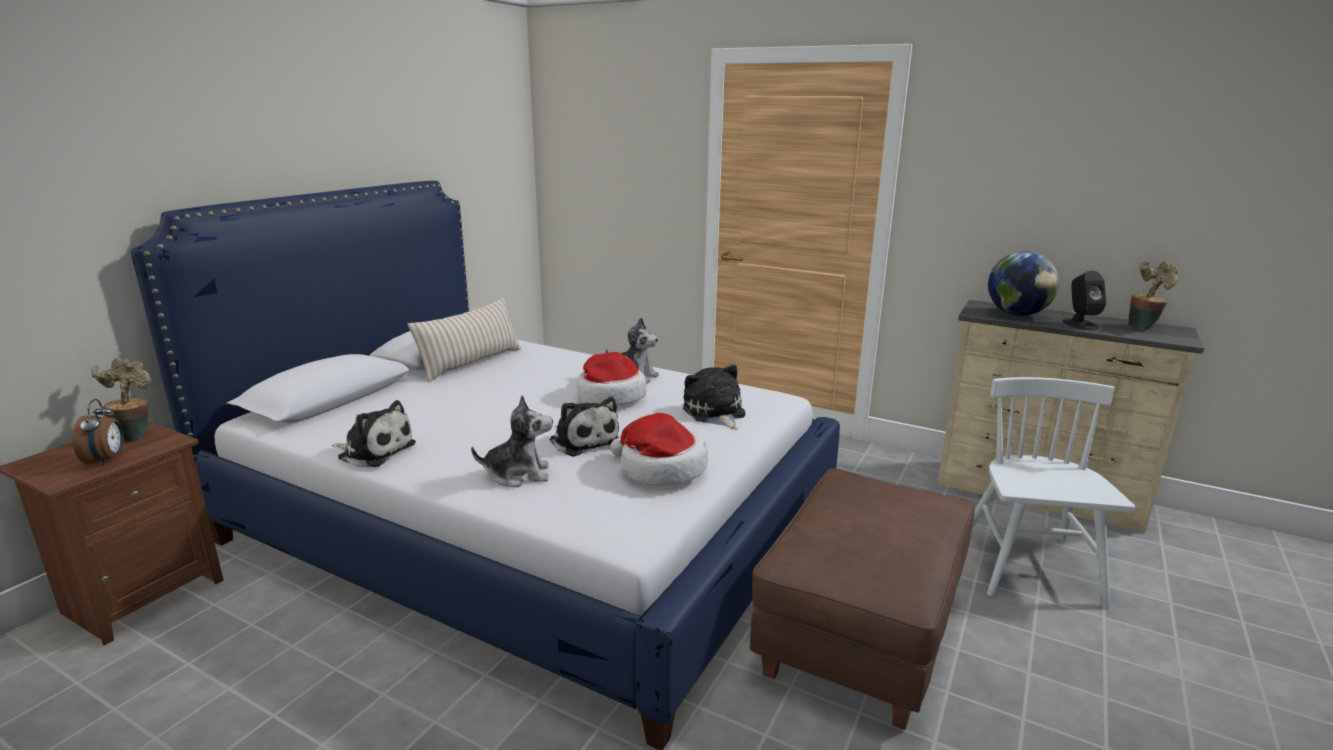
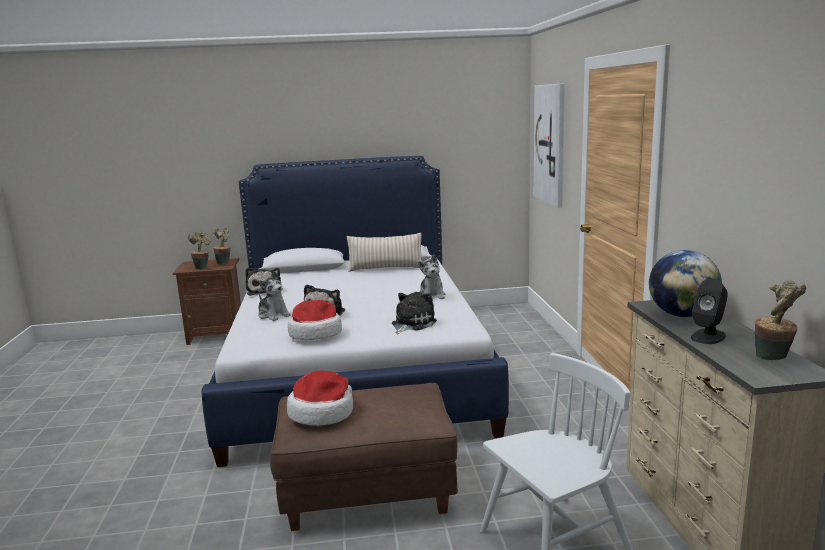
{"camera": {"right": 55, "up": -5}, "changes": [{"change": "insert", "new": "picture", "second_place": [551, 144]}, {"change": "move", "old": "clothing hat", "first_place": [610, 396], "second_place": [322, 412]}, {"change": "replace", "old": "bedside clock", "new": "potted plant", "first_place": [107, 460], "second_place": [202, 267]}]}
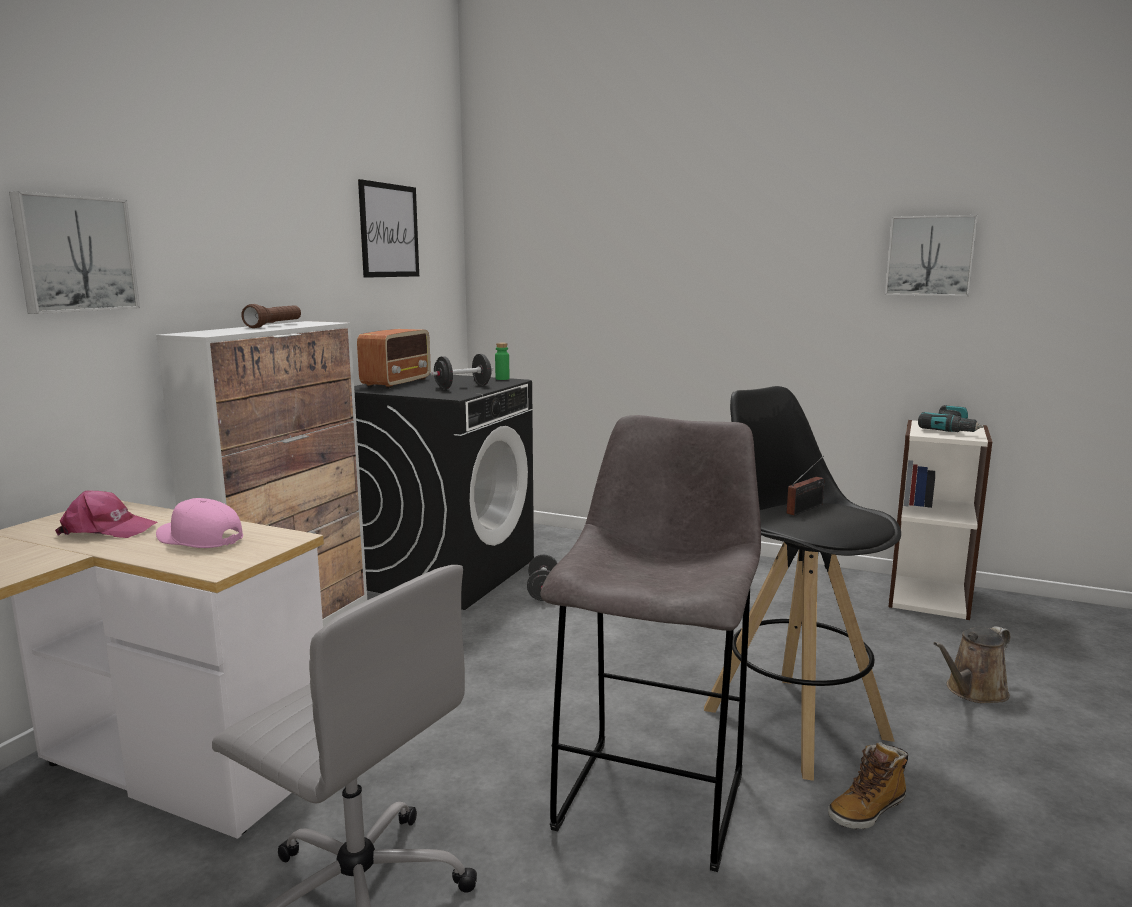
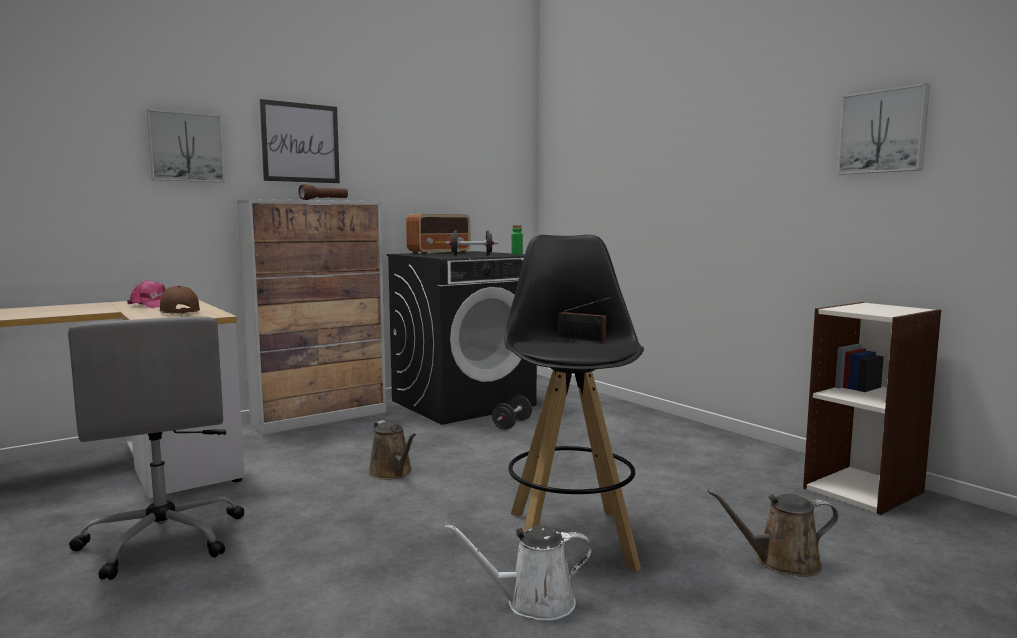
{"camera": {"right": 30, "up": -5}, "changes": [{"change": "delete", "old": "gray stool", "first_place": [653, 797]}, {"change": "delete", "old": "drill", "first_place": [952, 429]}, {"change": "insert", "new": "brown-coloured sprinkling can", "second_place": [392, 473]}, {"change": "move", "old": "picture", "first_place": [389, 230], "second_place": [300, 143]}, {"change": "replace", "old": "high-top boot", "new": "white sprinkling can", "first_place": [867, 810], "second_place": [533, 603]}, {"change": "recolor", "old": "pink baseball cap", "new": "brown-coloured baseball cap", "first_place": [199, 538], "second_place": [179, 311]}, {"change": "rotate", "old": "radio set", "first_place": [807, 508], "second_place": [583, 339], "degrees": 45}]}
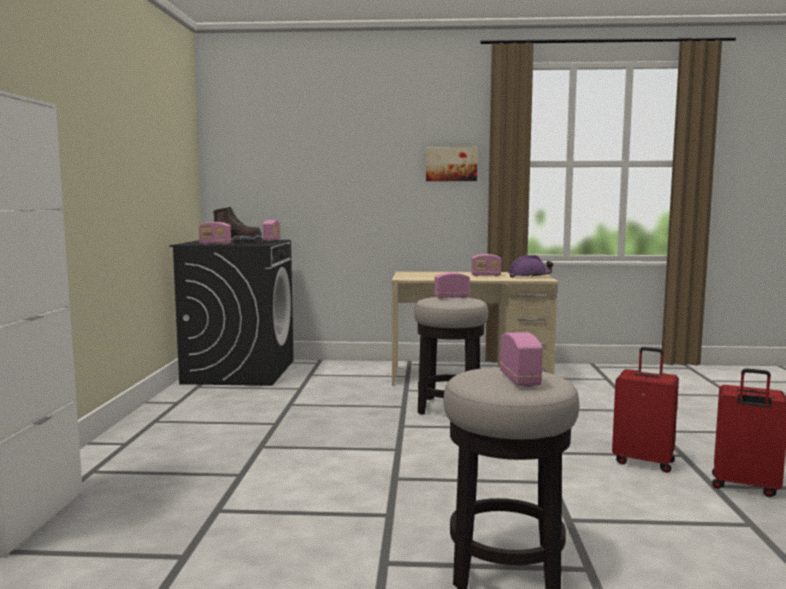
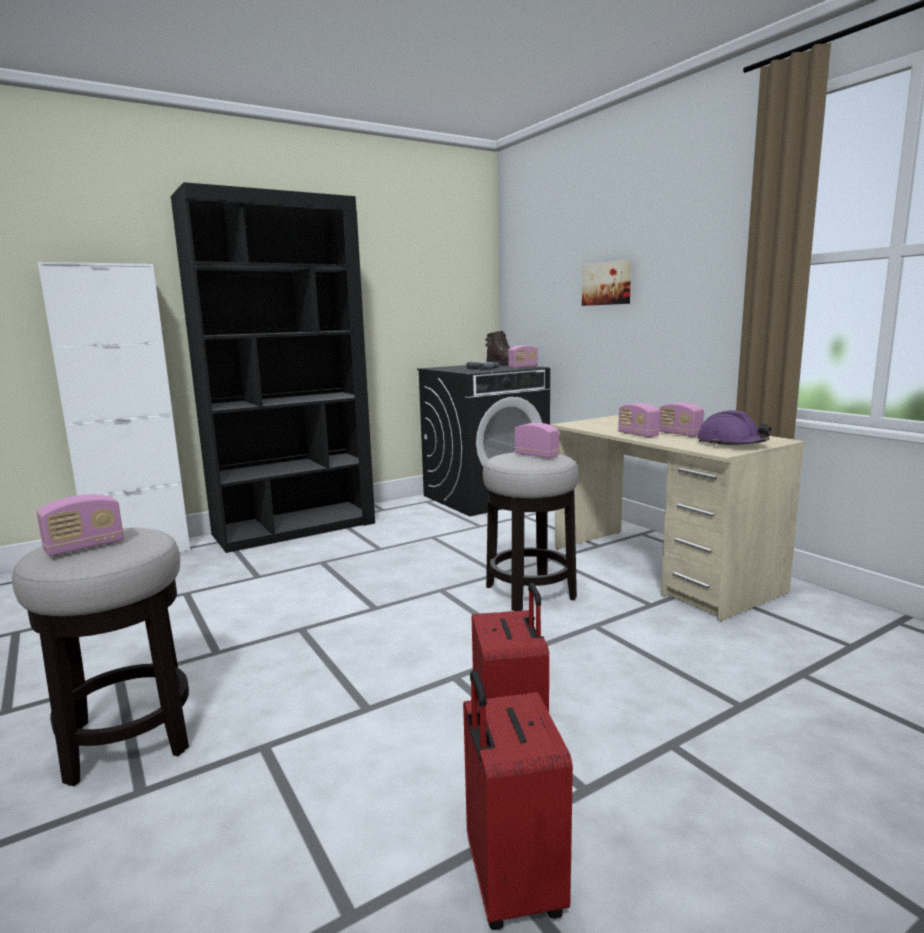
{"camera": {"right": 55, "up": 5}, "changes": [{"change": "insert", "new": "black-coloured shelving unit", "second_place": [295, 528]}, {"change": "move", "old": "radio set", "first_place": [215, 244], "second_place": [638, 435]}, {"change": "move", "old": "picture", "first_place": [451, 164], "second_place": [607, 283]}]}
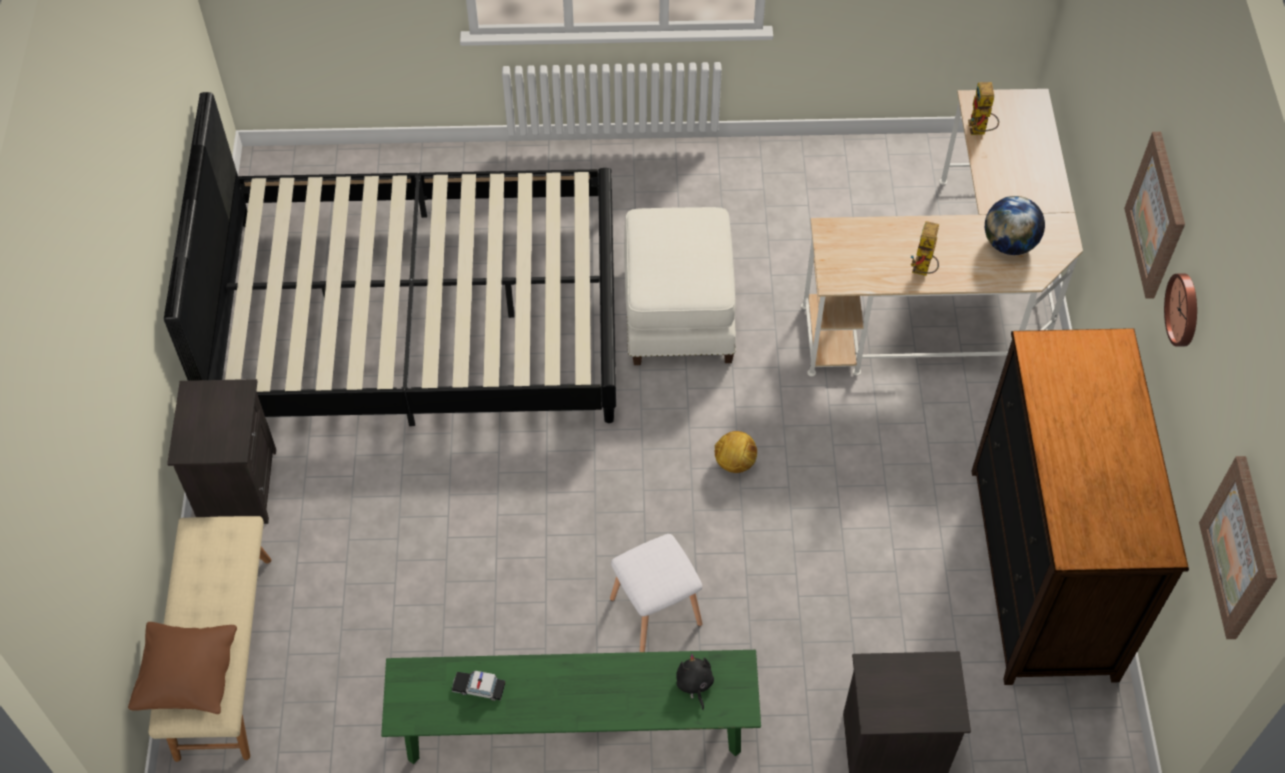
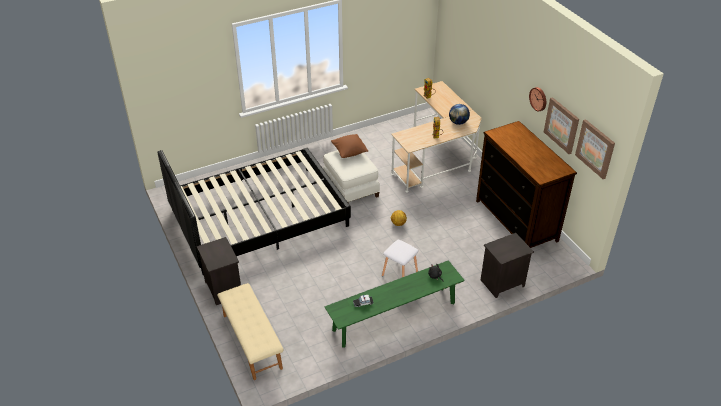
{"camera": {"right": -25, "up": -15}, "changes": [{"change": "move", "old": "brown-coloured throw pillow", "first_place": [189, 678], "second_place": [349, 152]}, {"change": "move", "old": "picture", "first_place": [1157, 215], "second_place": [562, 125]}]}
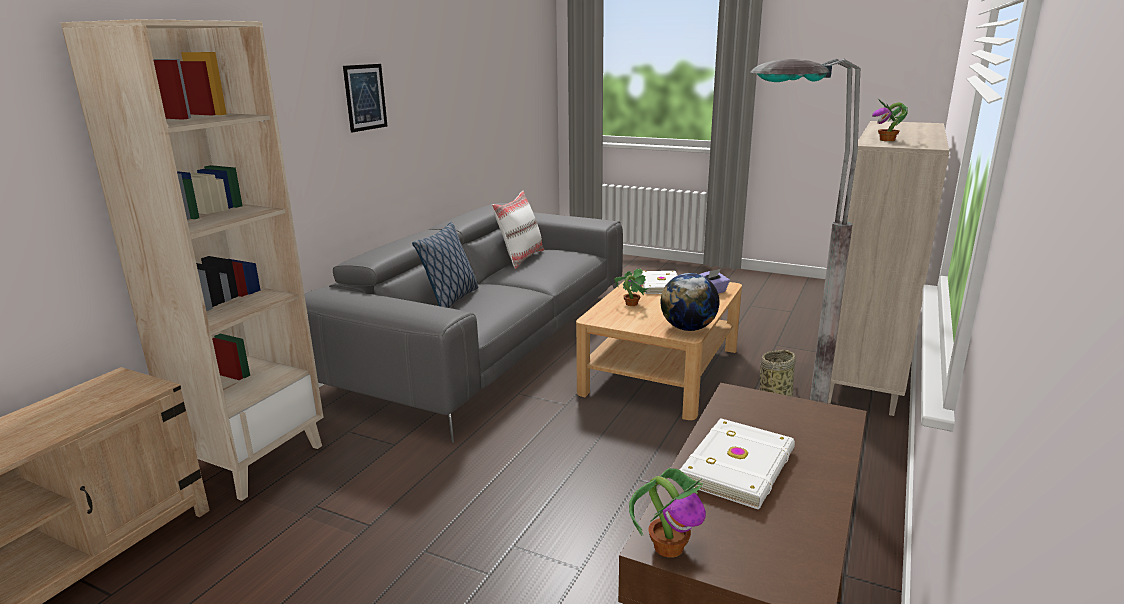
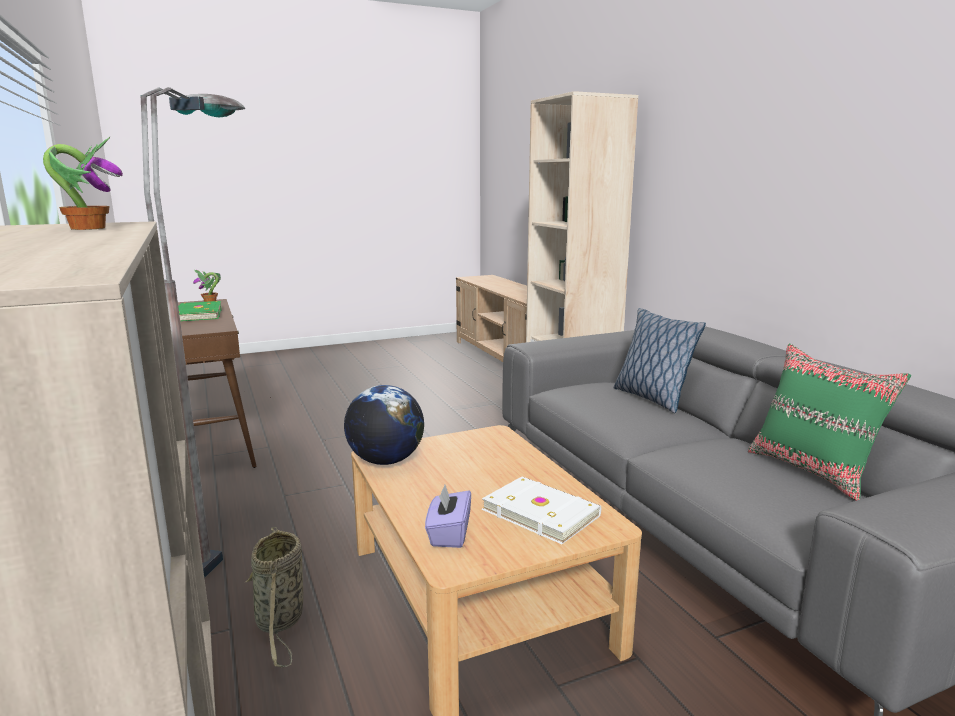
{"camera": {"right": 130, "up": -5}, "changes": [{"change": "delete", "old": "picture", "first_place": [365, 97]}, {"change": "delete", "old": "potted plant", "first_place": [631, 304]}, {"change": "recolor", "old": "white throw pillow", "new": "green throw pillow", "first_place": [520, 258], "second_place": [812, 471]}, {"change": "recolor", "old": "white bound book", "new": "green bound book", "first_place": [740, 467], "second_place": [197, 315]}]}
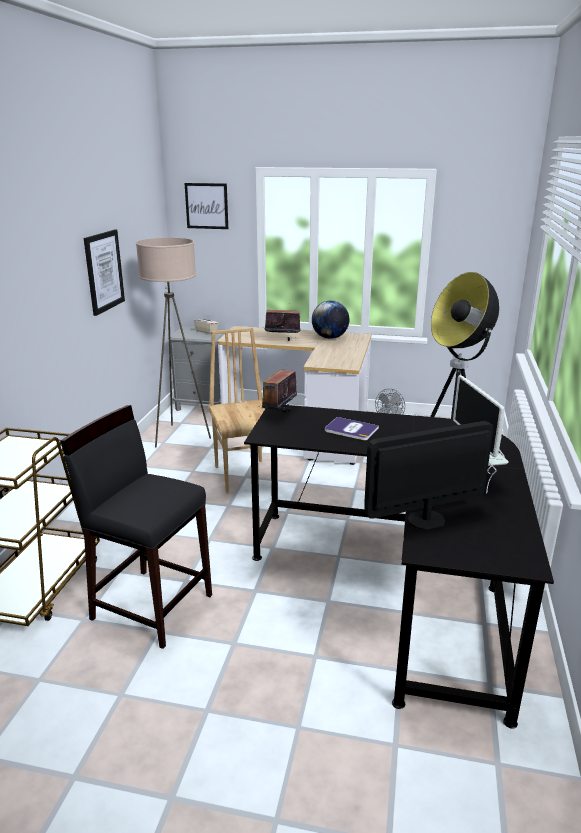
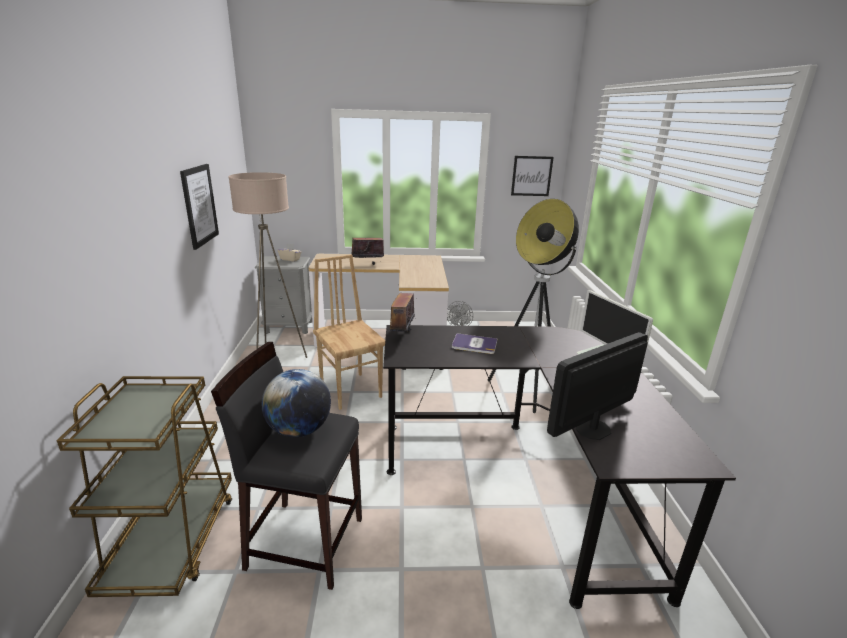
{"camera": {"right": -15, "up": 0}, "changes": [{"change": "move", "old": "picture", "first_place": [206, 206], "second_place": [531, 176]}, {"change": "move", "old": "globe", "first_place": [330, 338], "second_place": [299, 430]}]}
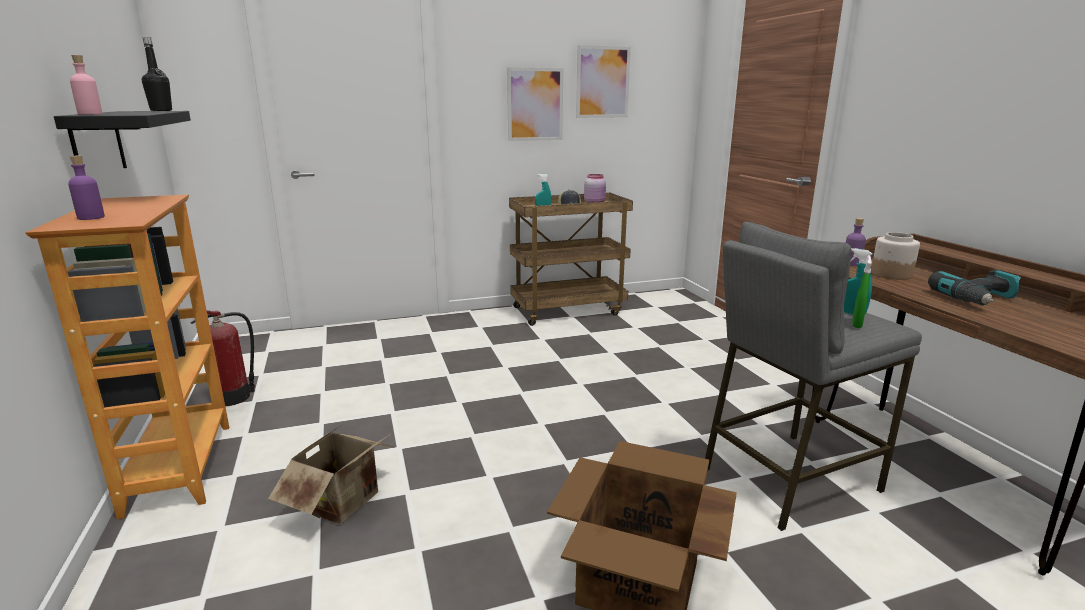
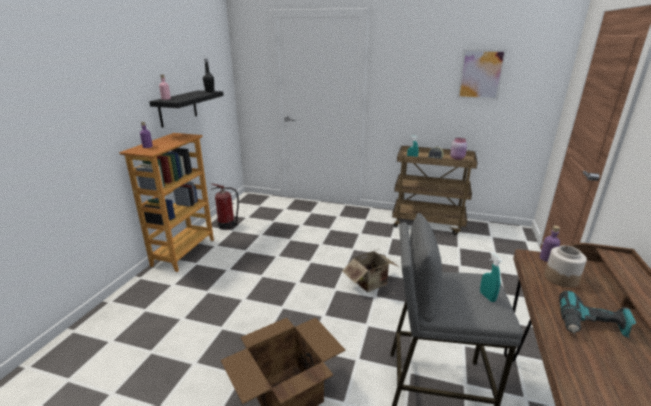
{"camera": {"right": 35, "up": 5}, "changes": [{"change": "delete", "old": "picture", "first_place": [535, 104]}, {"change": "delete", "old": "green hand sprayer", "first_place": [856, 324]}, {"change": "move", "old": "carton", "first_place": [346, 503], "second_place": [372, 284]}]}
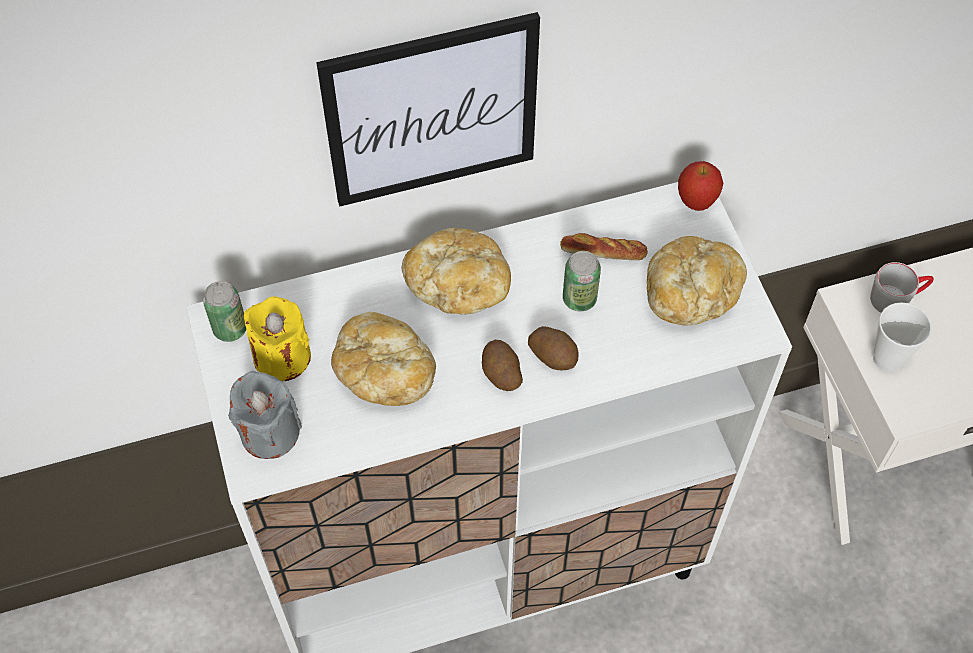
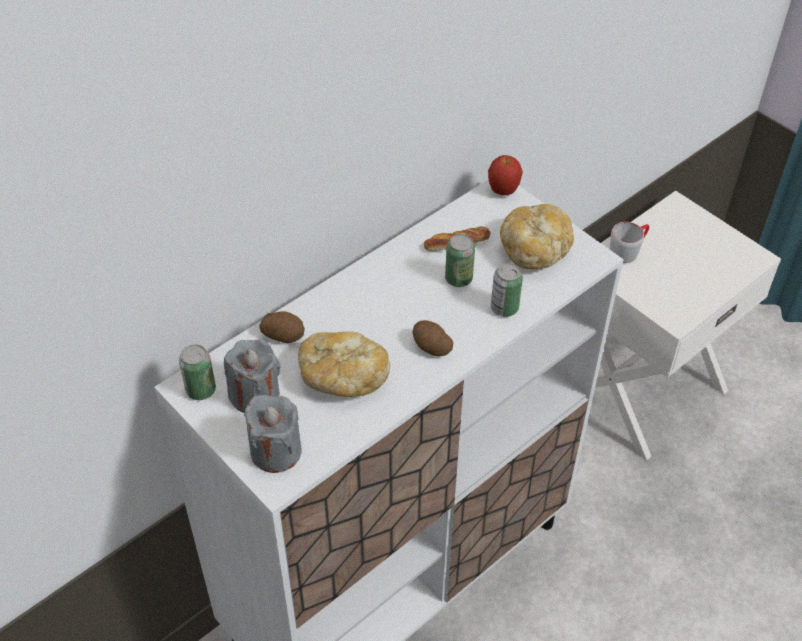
{"camera": {"right": -25, "up": -10}, "changes": [{"change": "delete", "old": "picture", "first_place": [432, 111]}, {"change": "delete", "old": "bread", "first_place": [458, 285]}, {"change": "delete", "old": "cup", "first_place": [887, 359]}, {"change": "insert", "new": "metal can", "second_place": [504, 308]}, {"change": "move", "old": "potato", "first_place": [553, 355], "second_place": [283, 335]}, {"change": "recolor", "old": "yellow candle", "new": "gray candle", "first_place": [282, 357], "second_place": [255, 395]}]}
